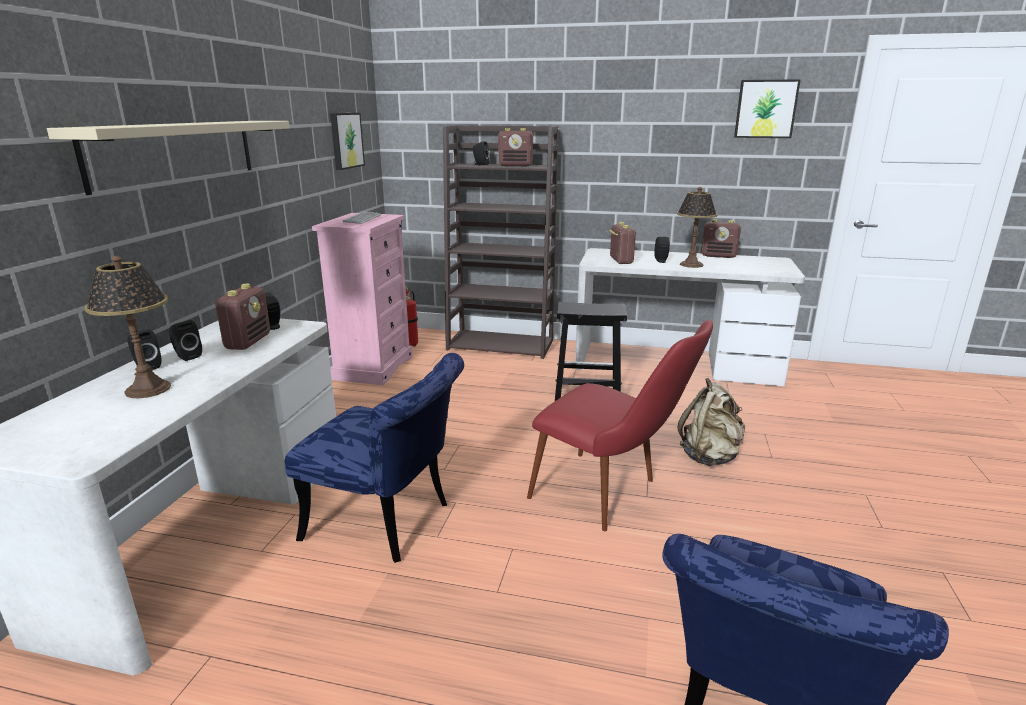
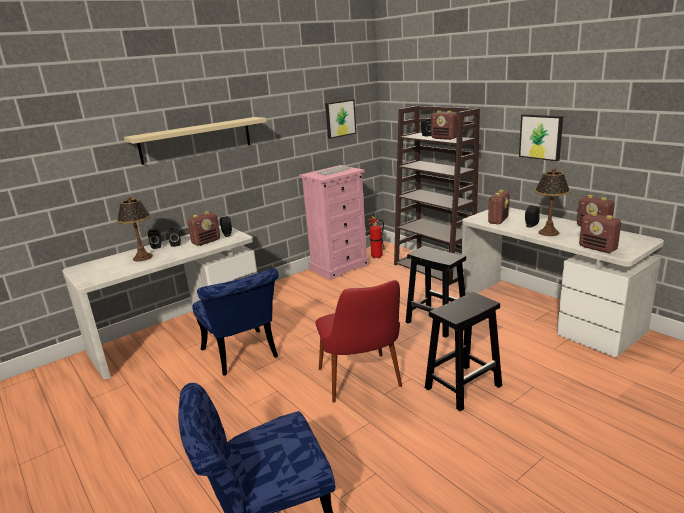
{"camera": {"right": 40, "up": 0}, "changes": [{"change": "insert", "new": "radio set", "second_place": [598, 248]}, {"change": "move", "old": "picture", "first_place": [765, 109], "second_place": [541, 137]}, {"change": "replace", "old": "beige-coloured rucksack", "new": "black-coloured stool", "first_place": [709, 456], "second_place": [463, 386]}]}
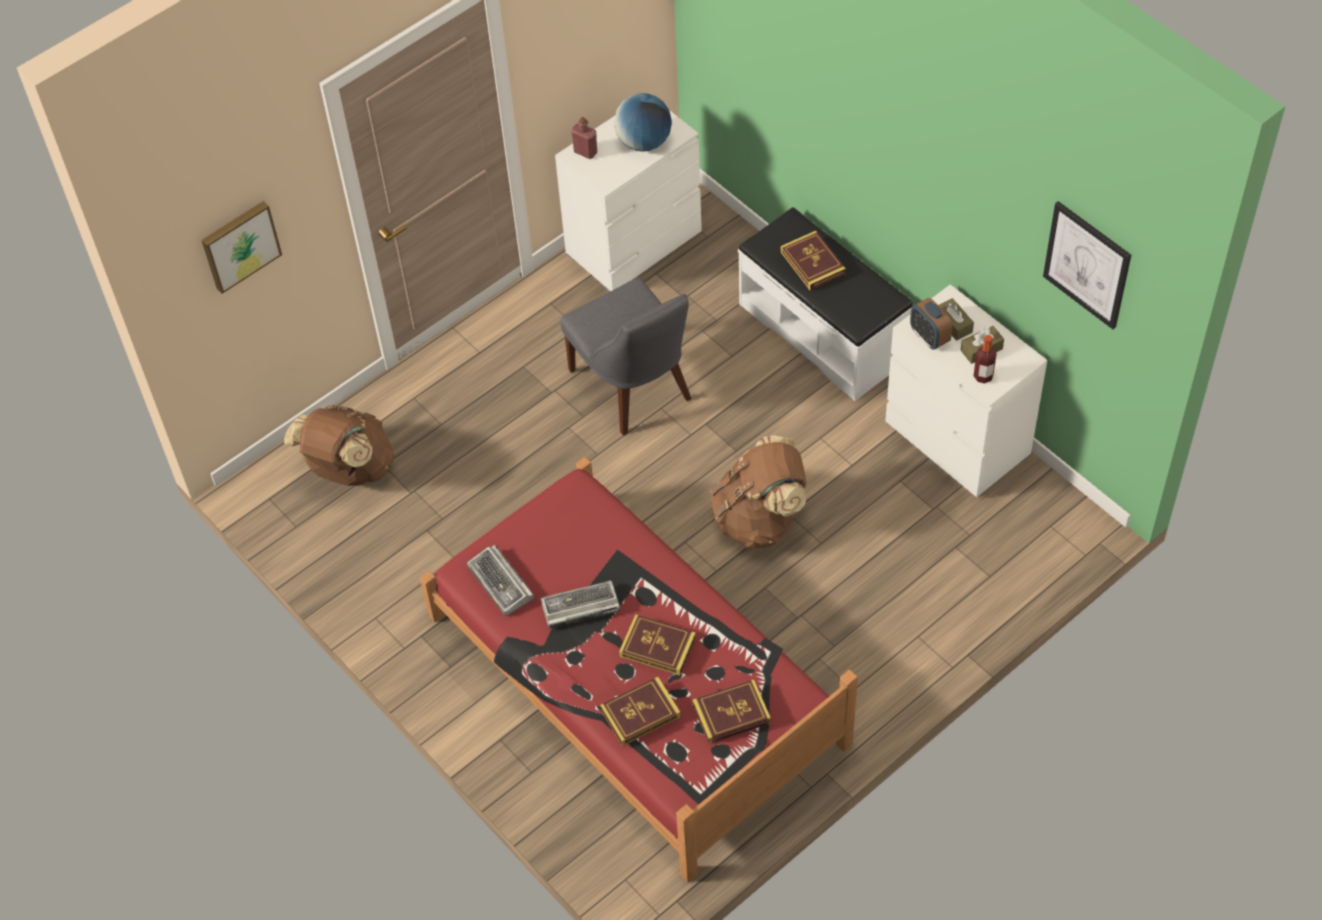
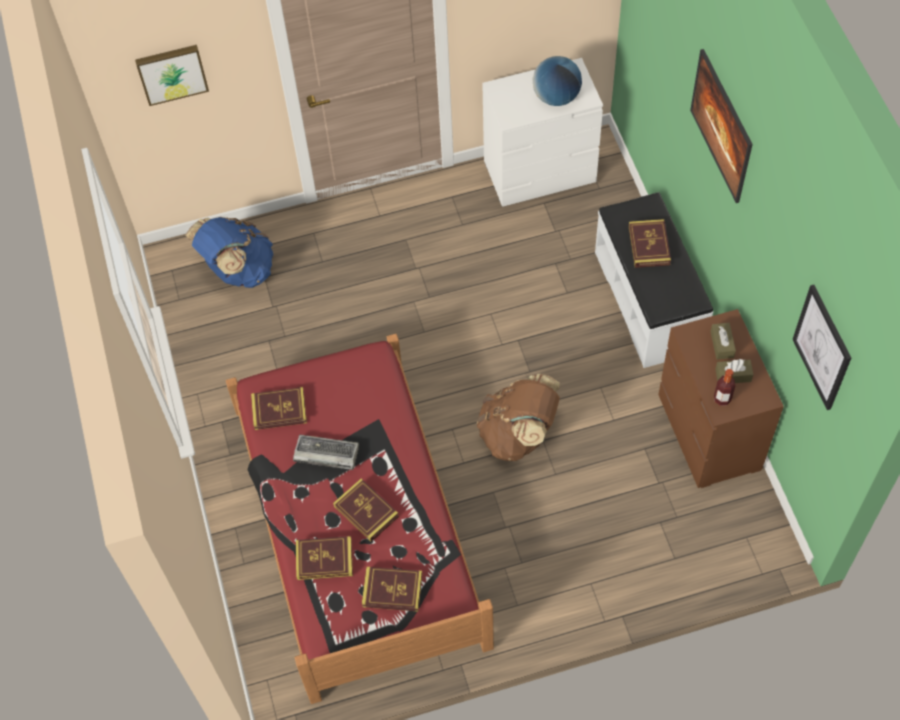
{"camera": {"right": 25, "up": 5}, "changes": [{"change": "delete", "old": "gray chair", "first_place": [633, 388]}, {"change": "delete", "old": "red bottle", "first_place": [585, 152]}, {"change": "delete", "old": "bedside clock", "first_place": [929, 337]}, {"change": "insert", "new": "picture", "second_place": [718, 140]}, {"change": "replace", "old": "computer keyboard", "new": "bound book", "first_place": [501, 584], "second_place": [279, 410]}, {"change": "recolor", "old": "brown-coloured rucksack", "new": "bluish rucksack", "first_place": [348, 469], "second_place": [238, 270]}, {"change": "recolor", "old": "white drawer chest", "new": "brown-coloured drawer chest", "first_place": [958, 440], "second_place": [709, 433]}]}
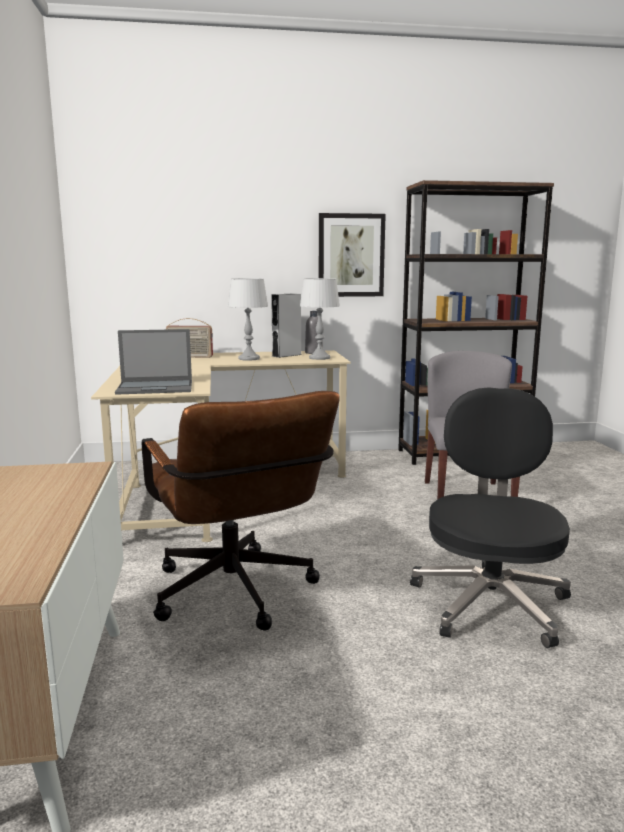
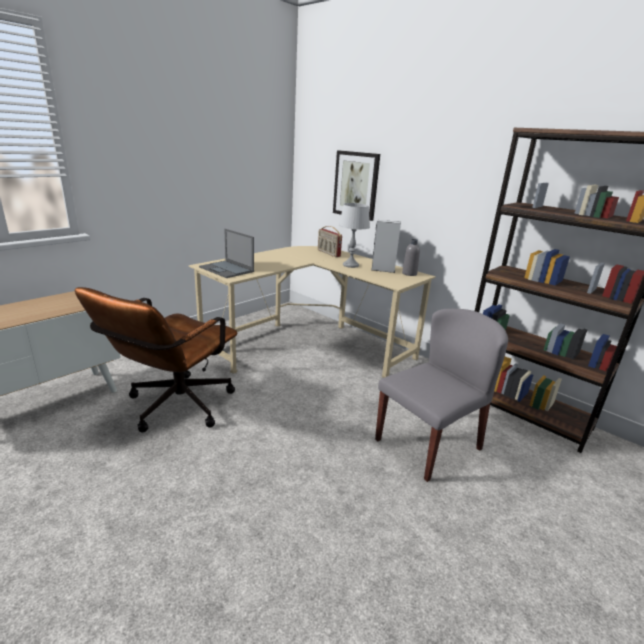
{"camera": {"right": 50, "up": 10}, "changes": [{"change": "delete", "old": "gray tabletop lamp", "first_place": [319, 358]}, {"change": "delete", "old": "black-coloured computer chair", "first_place": [490, 602]}, {"change": "move", "old": "picture", "first_place": [351, 255], "second_place": [356, 185]}]}
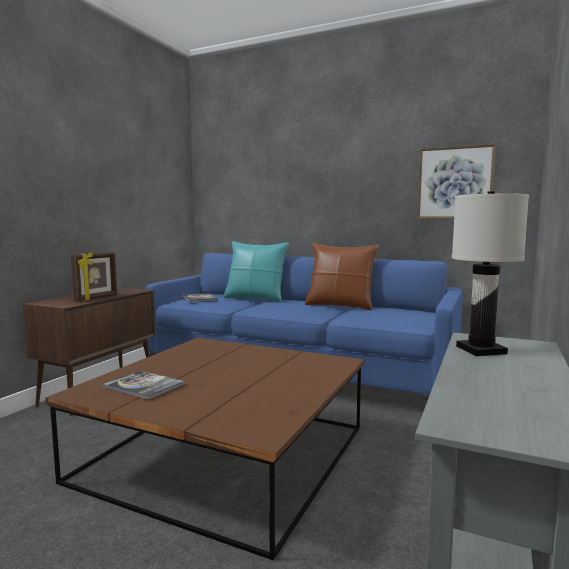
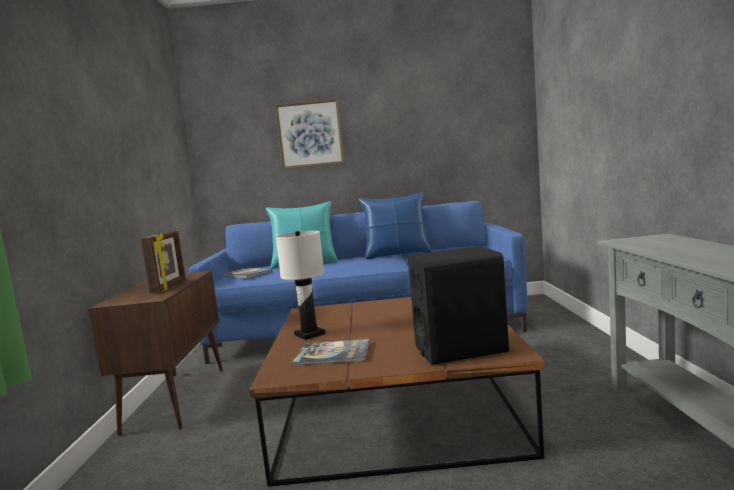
{"camera": {"right": -25, "up": 0}, "changes": [{"change": "insert", "new": "black-coloured audio speaker", "second_place": [460, 349]}, {"change": "move", "old": "picture", "first_place": [454, 183], "second_place": [310, 134]}, {"change": "move", "old": "white tabletop lamp", "first_place": [481, 350], "second_place": [310, 334]}, {"change": "recolor", "old": "brown-coloured throw pillow", "new": "bluish throw pillow", "first_place": [340, 306], "second_place": [397, 254]}]}
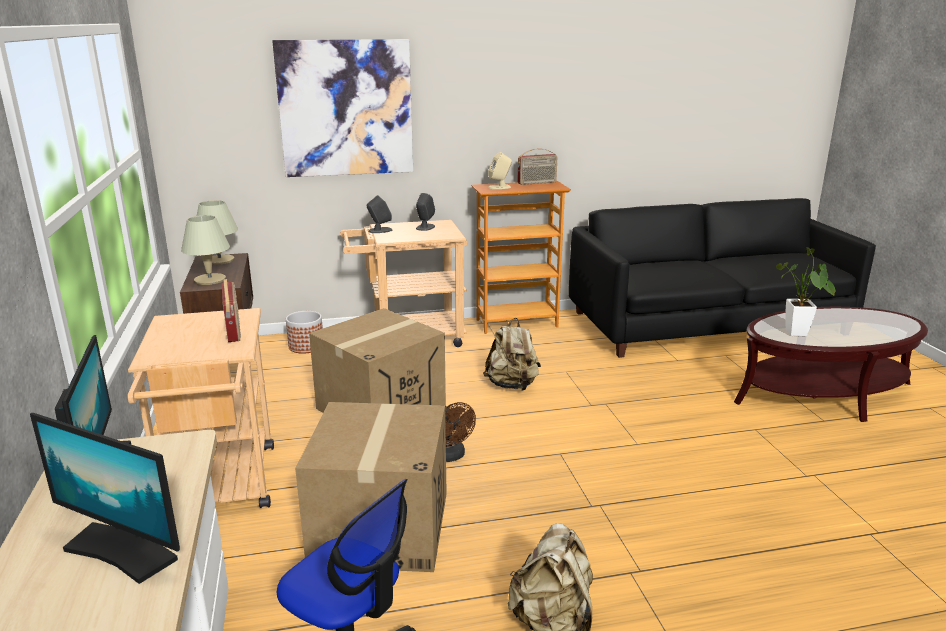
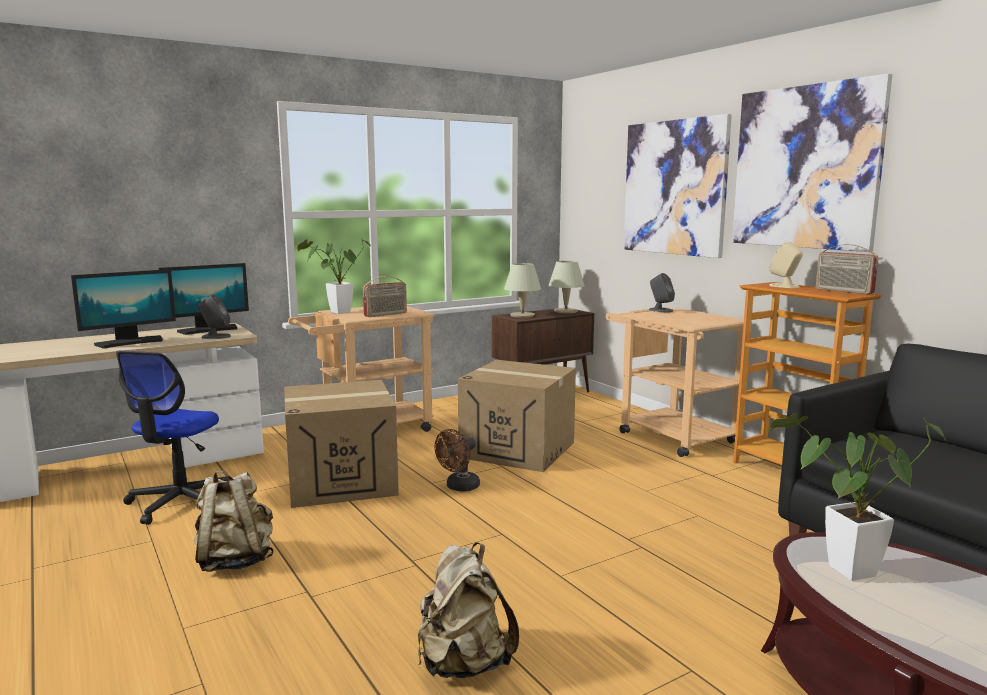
{"camera": {"right": 70, "up": -10}, "changes": [{"change": "delete", "old": "planter", "first_place": [306, 346]}, {"change": "insert", "new": "potted plant", "second_place": [336, 313]}, {"change": "insert", "new": "picture", "second_place": [805, 167]}, {"change": "move", "old": "gray audio speaker", "first_place": [425, 227], "second_place": [215, 336]}, {"change": "move", "old": "beige-coloured rucksack", "first_place": [512, 385], "second_place": [463, 664]}, {"change": "rotate", "old": "computer screen", "first_place": [123, 550], "second_place": [130, 342], "degrees": -135}]}
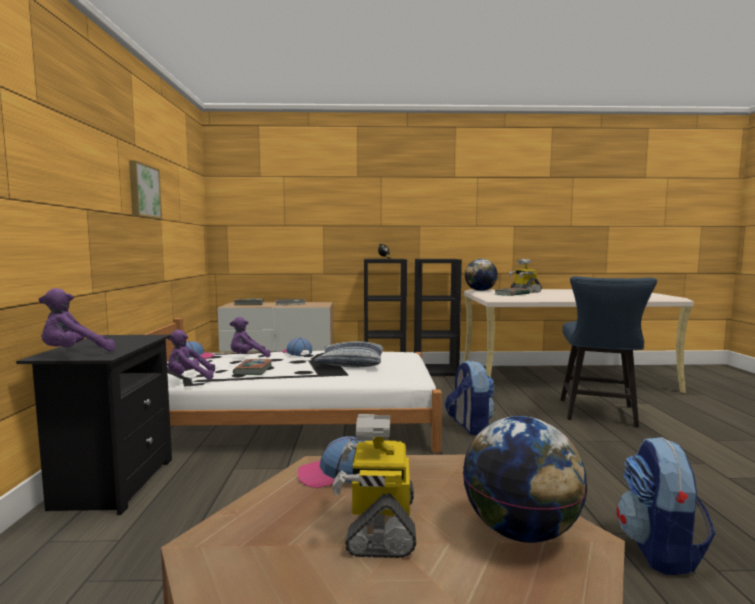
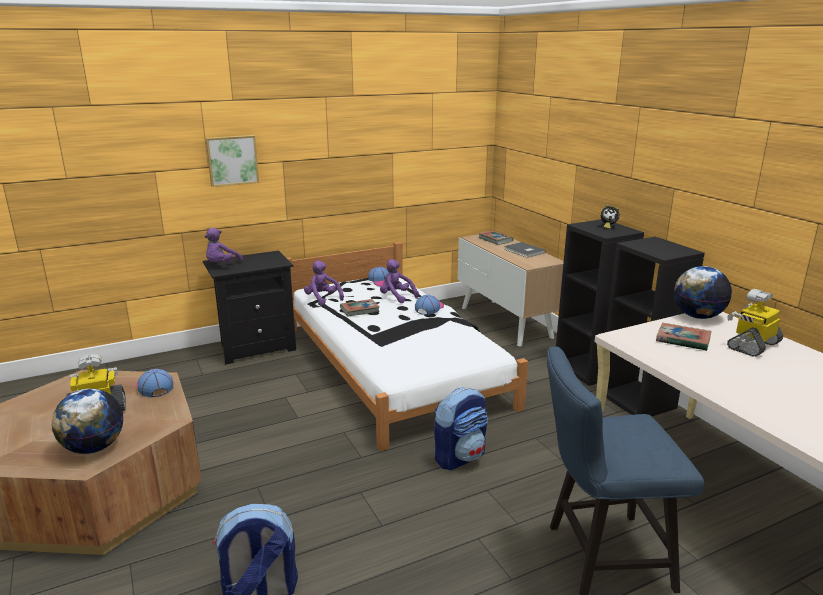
{"camera": {"right": 65, "up": 15}, "changes": [{"change": "delete", "old": "throw pillow", "first_place": [351, 363]}, {"change": "move", "old": "picture", "first_place": [143, 191], "second_place": [232, 160]}, {"change": "rotate", "old": "purple soft toy", "first_place": [75, 354], "second_place": [221, 265], "degrees": -90}]}
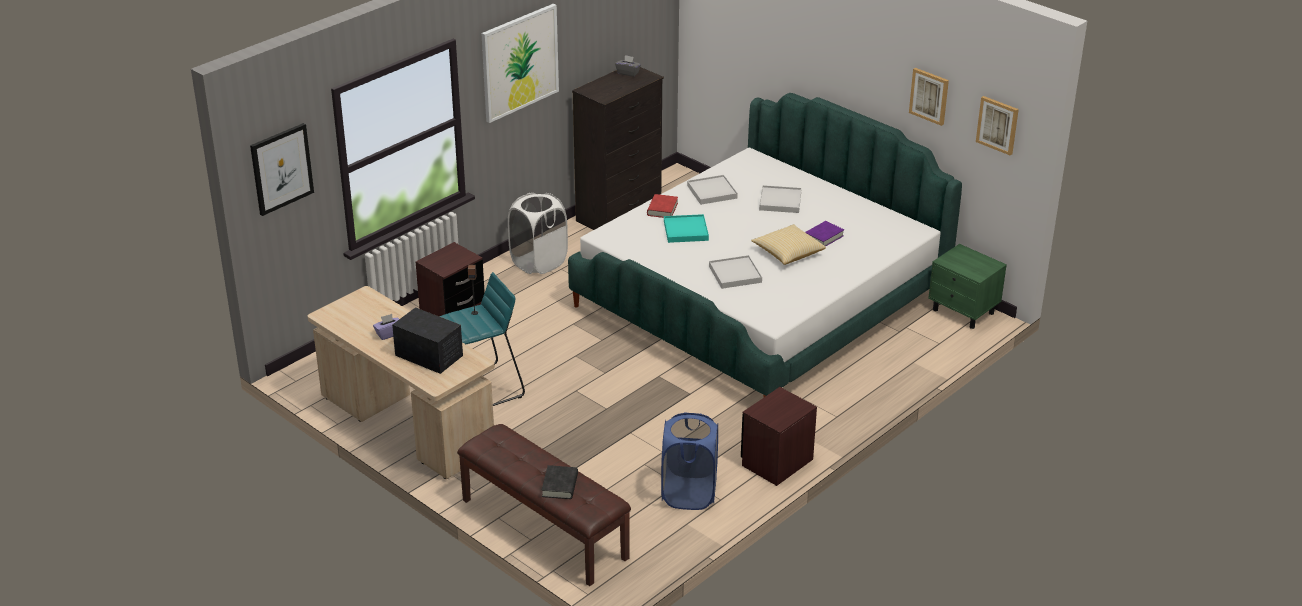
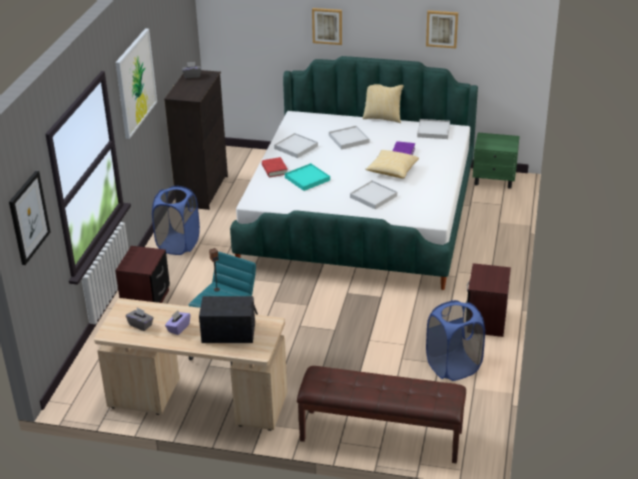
{"camera": {"right": -30, "up": 0}, "changes": [{"change": "delete", "old": "black-coloured bound book", "first_place": [560, 485]}, {"change": "insert", "new": "gray tissue holder", "second_place": [141, 325]}, {"change": "insert", "new": "throw pillow", "second_place": [382, 118]}, {"change": "insert", "new": "white serving tray", "second_place": [433, 131]}, {"change": "move", "old": "picture", "first_place": [997, 125], "second_place": [327, 26]}, {"change": "recolor", "old": "white laundry basket", "new": "bluish laundry basket", "first_place": [539, 262], "second_place": [178, 244]}]}
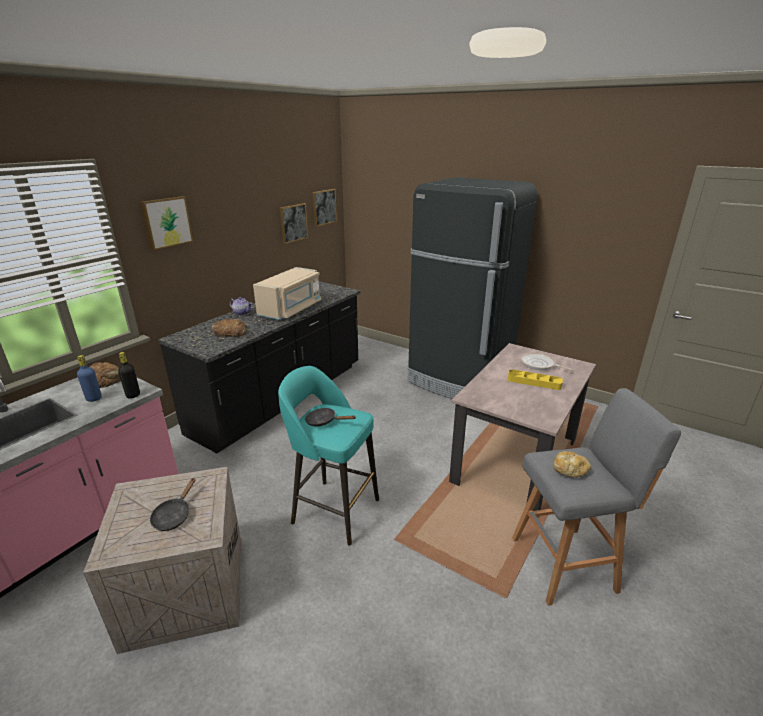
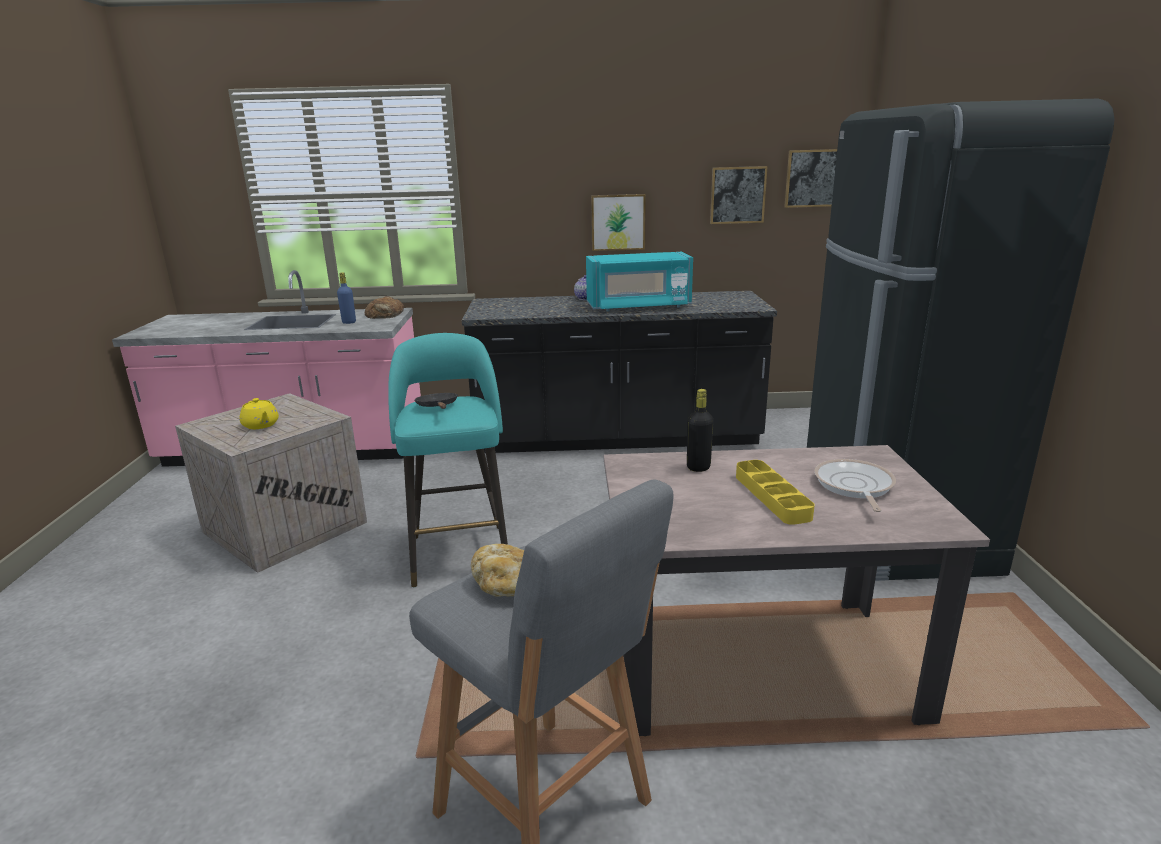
{"camera": {"right": 55, "up": -5}, "changes": [{"change": "delete", "old": "bread", "first_place": [229, 332]}, {"change": "move", "old": "black-coloured bottle", "first_place": [133, 395], "second_place": [698, 467]}, {"change": "move", "old": "picture", "first_place": [166, 222], "second_place": [618, 222]}, {"change": "replace", "old": "black-coloured frying pan", "new": "yellow teapot", "first_place": [174, 515], "second_place": [261, 425]}, {"change": "recolor", "old": "beige-coloured microwave", "new": "blue-green microwave", "first_place": [291, 309], "second_place": [638, 307]}]}
